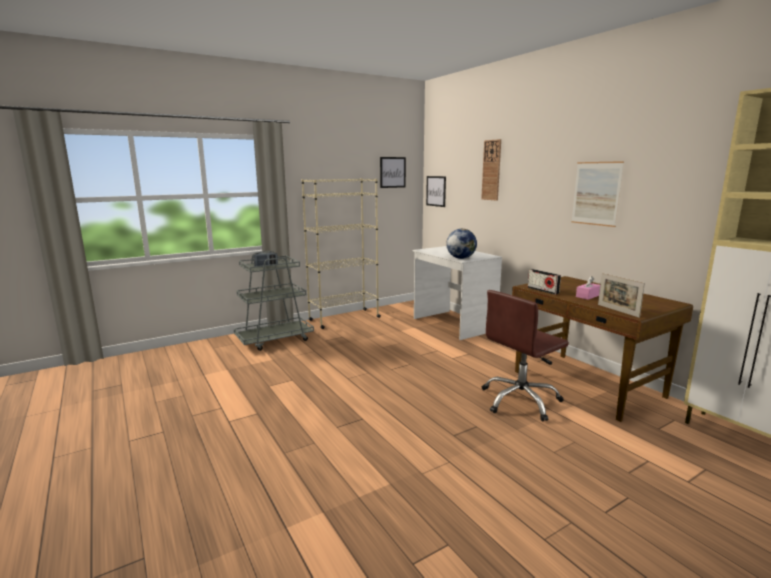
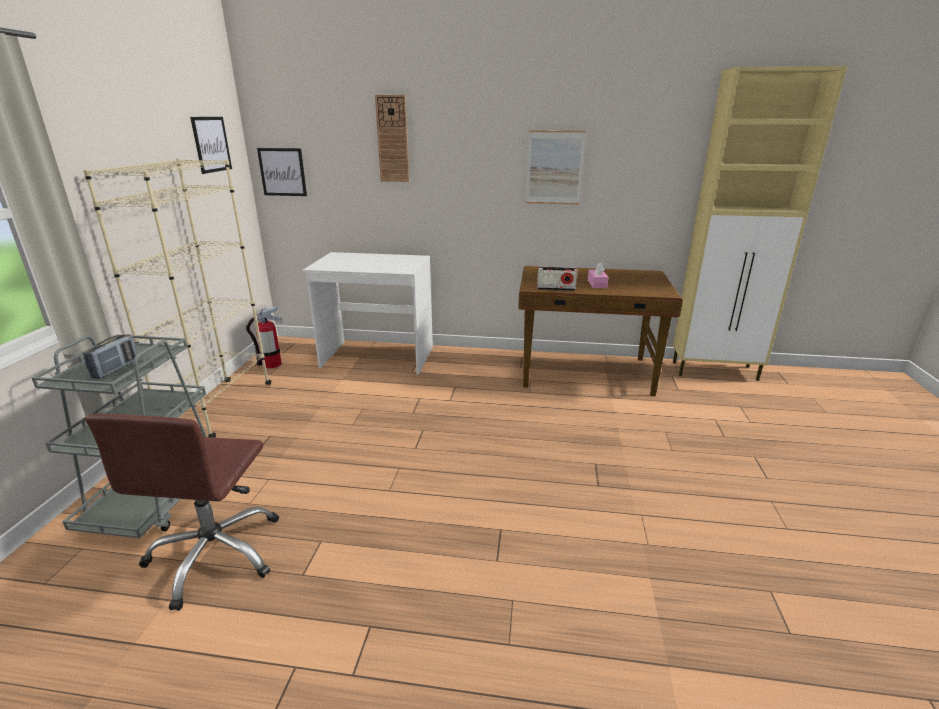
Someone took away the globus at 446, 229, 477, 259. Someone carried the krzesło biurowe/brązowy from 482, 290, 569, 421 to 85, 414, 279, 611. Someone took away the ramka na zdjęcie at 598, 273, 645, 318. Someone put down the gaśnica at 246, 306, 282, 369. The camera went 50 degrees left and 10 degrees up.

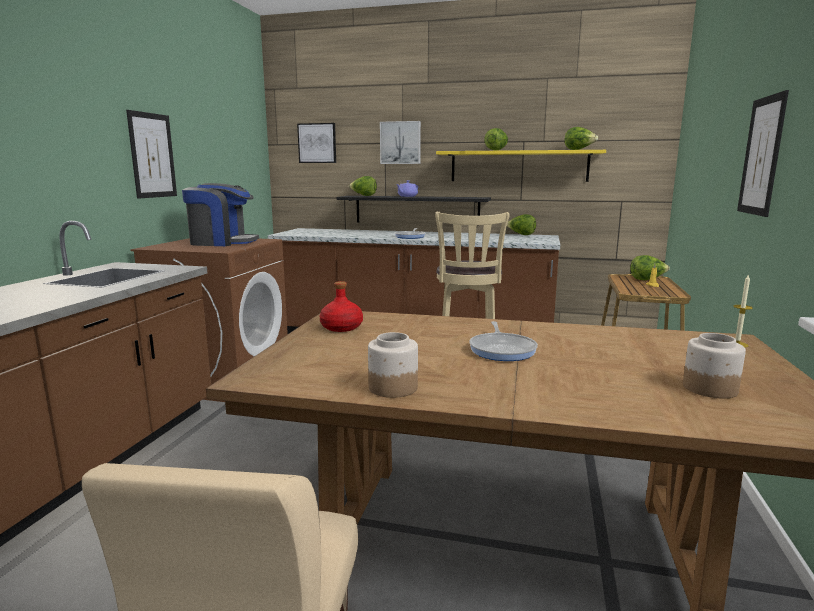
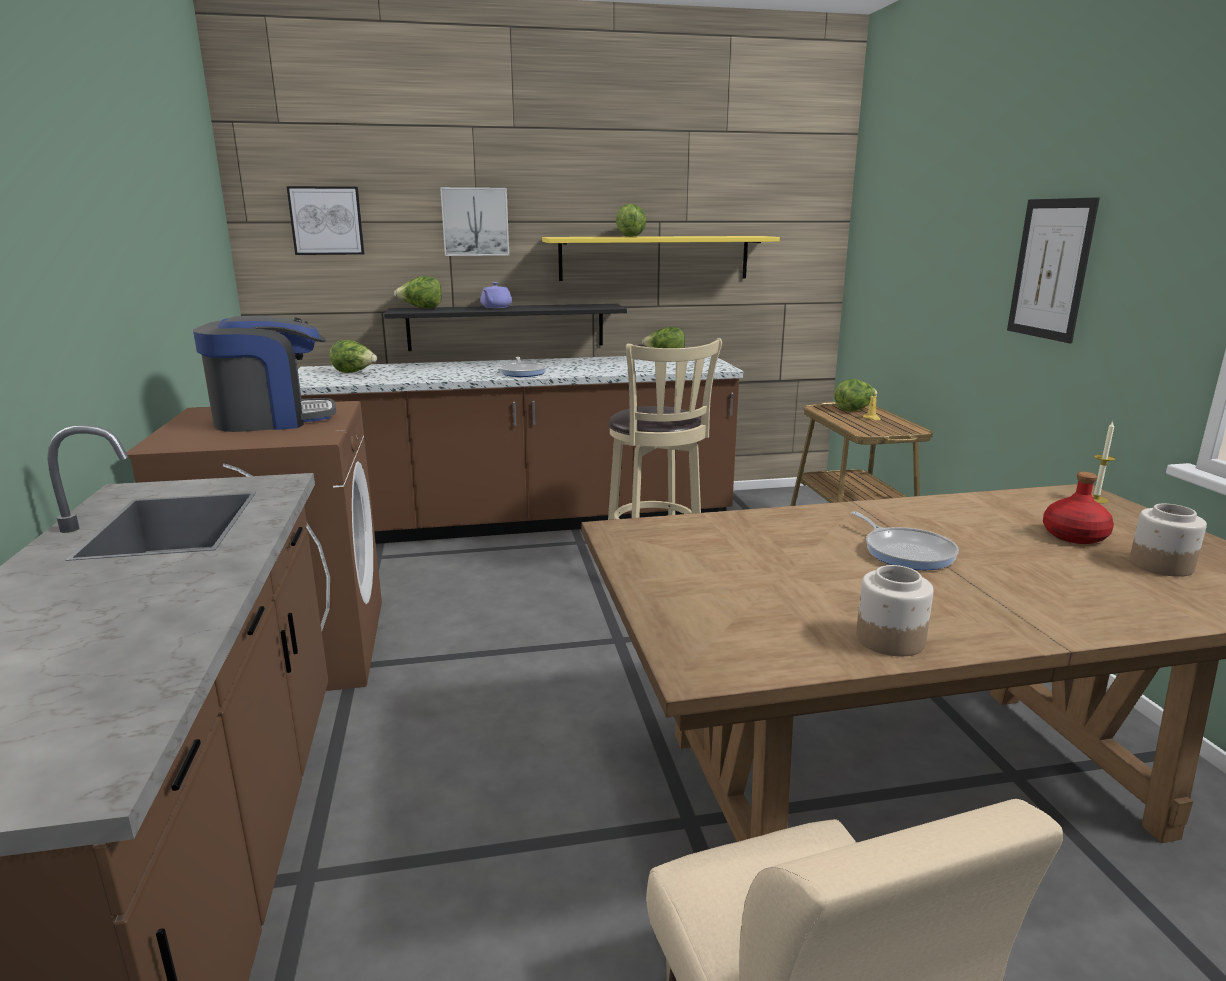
Someone took away the obraz at 126, 110, 177, 199. Someone carried the butelka/czerwony from 320, 281, 363, 332 to 1043, 472, 1114, 544. Someone carried the sałata from 565, 127, 598, 150 to 329, 340, 377, 373. The camera went 25 degrees left and 5 degrees up.

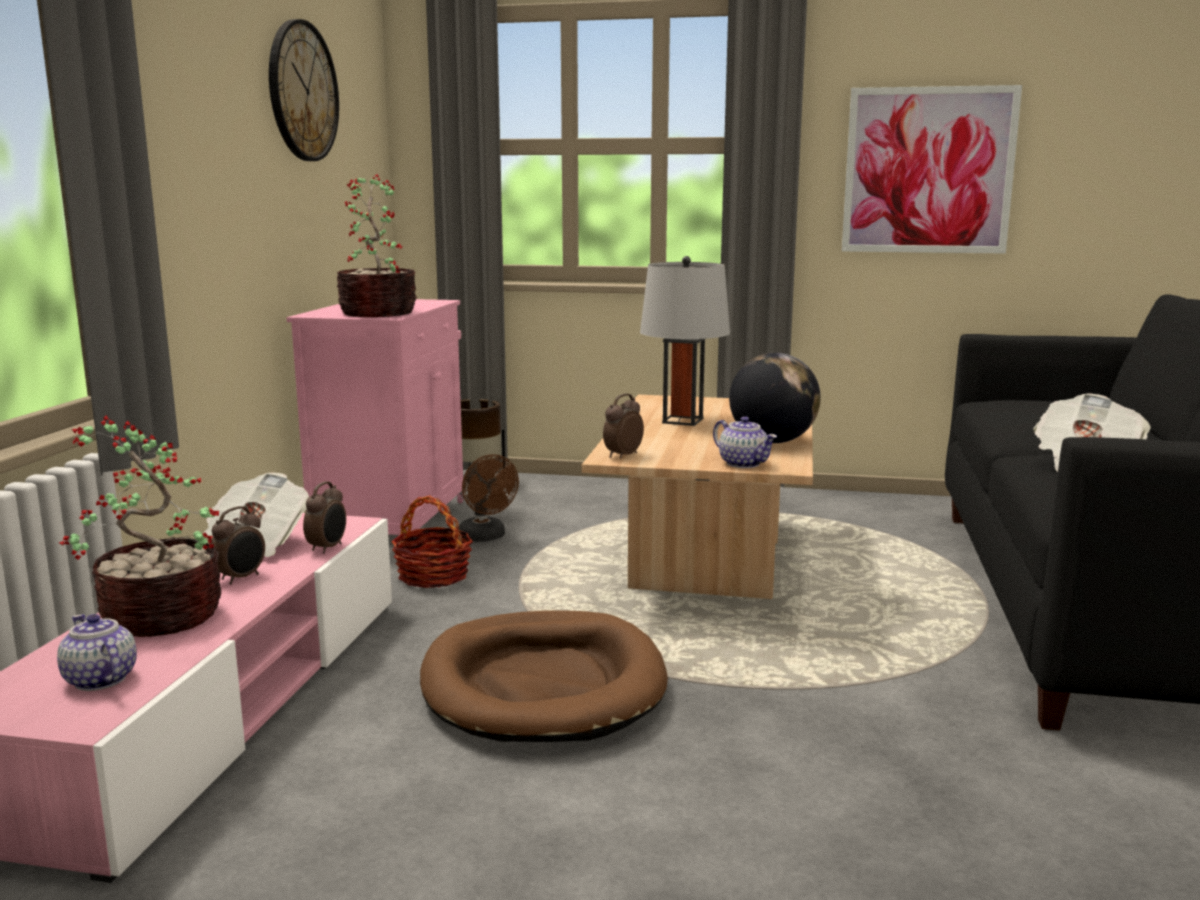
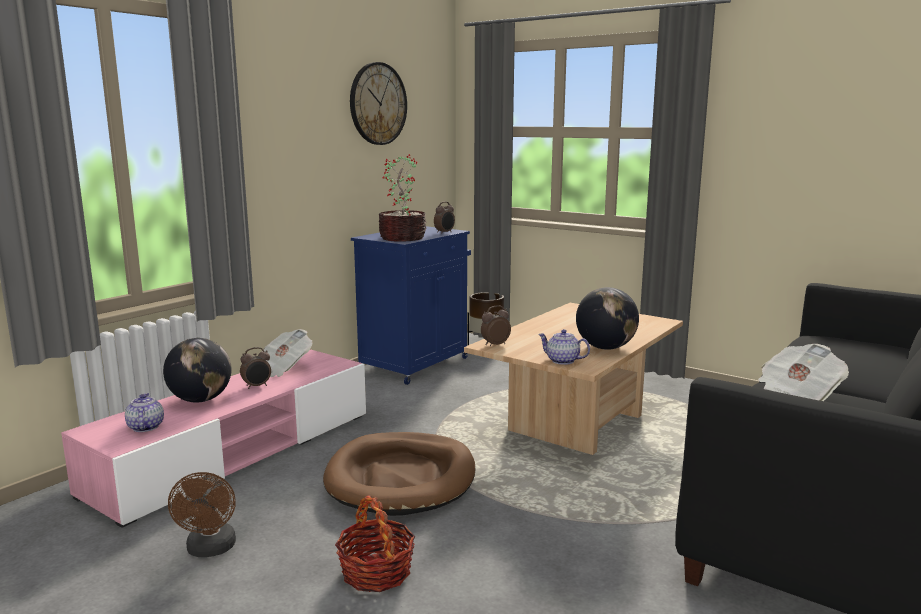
Someone swapped the roślina doniczkowa at 59, 415, 221, 637 for the globus at 163, 338, 231, 403. Someone repainted the szafka/różowy at 286, 299, 464, 535, which became the szafka/niebieski at 351, 226, 471, 385. Someone carried the budzik from 303, 481, 346, 554 to 434, 202, 455, 234. Someone carried the koszyk from 391, 495, 473, 588 to 335, 495, 416, 592. Someone carried the wentylator/brązowy from 459, 454, 519, 542 to 168, 472, 236, 557. Someone took away the lampa stołowa/szary at 640, 256, 730, 426. Someone rotated the imbryk at 713, 416, 777, 468 by 135 degrees clockwise. Someone took away the obraz at 842, 85, 1022, 254. The camera went 25 degrees right and 0 degrees up.

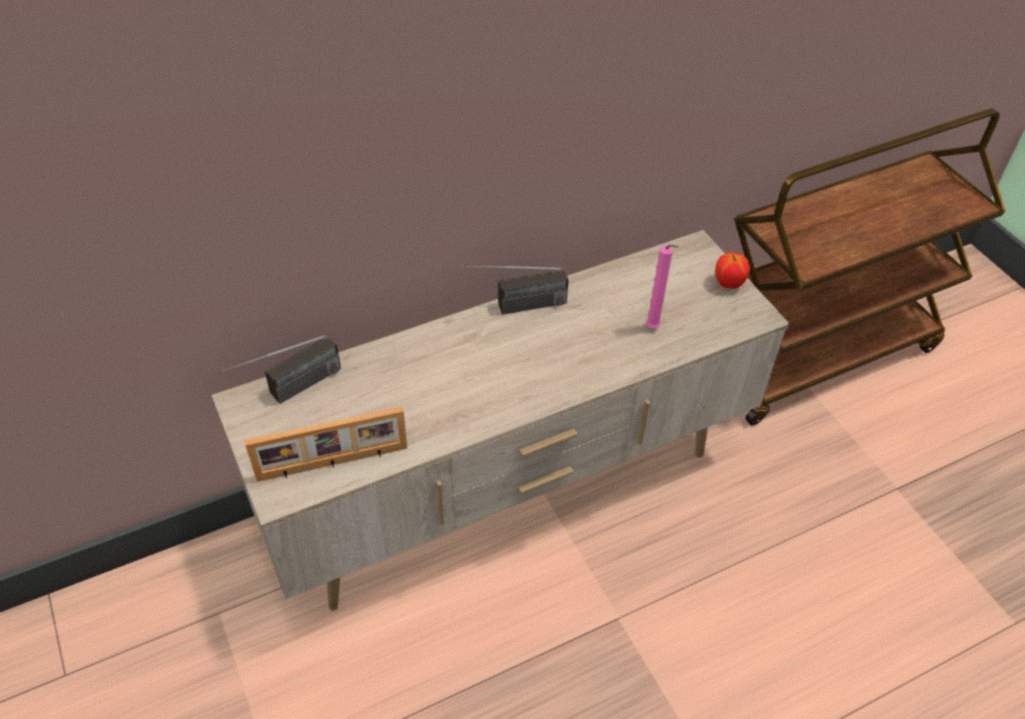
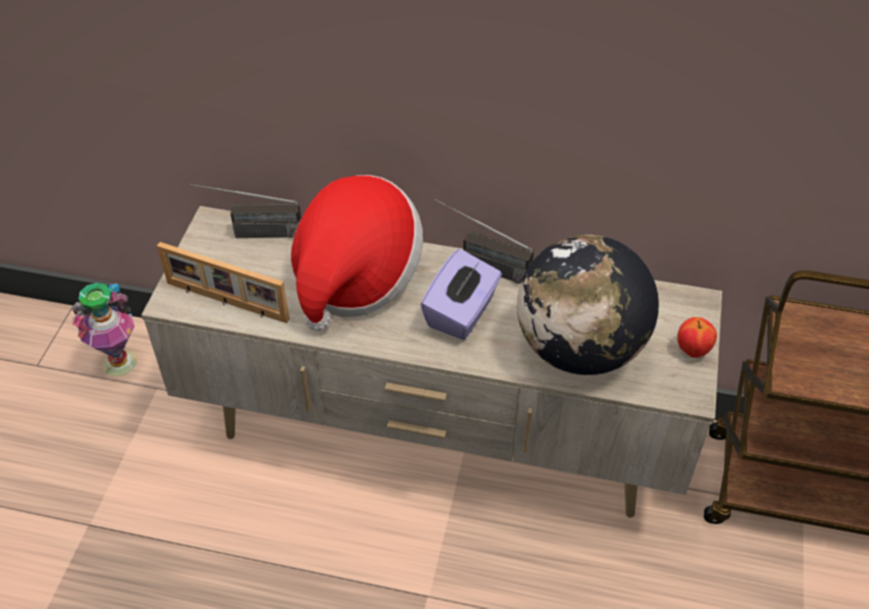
Someone swapped the świeca/różowy at 646, 244, 679, 328 for the globus at 517, 235, 659, 375. Someone put down the wazon at 71, 283, 137, 376. Someone put down the kapelusz at 291, 175, 423, 331. Someone put down the pudełko chusteczek/fioletowy at 421, 249, 502, 340. The camera went 40 degrees right and 0 degrees up.

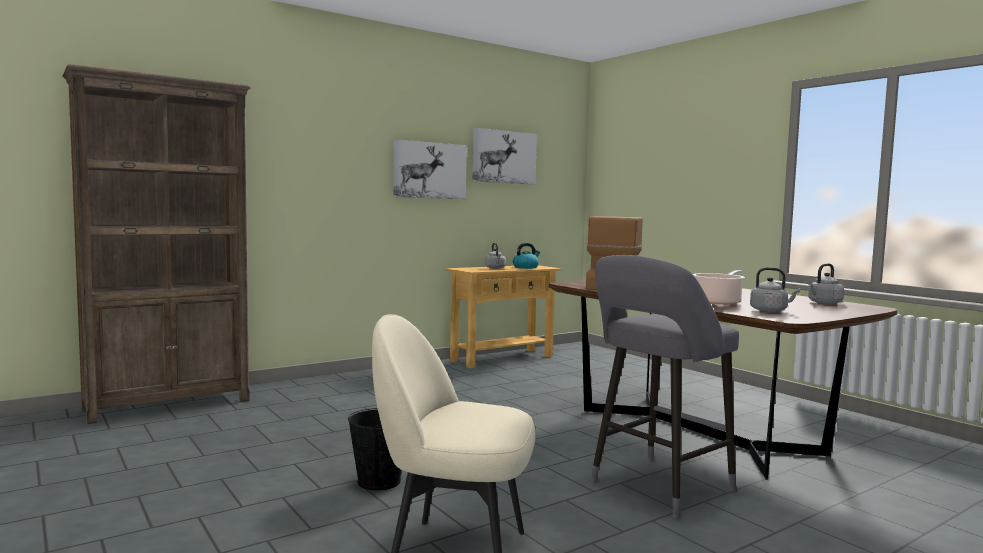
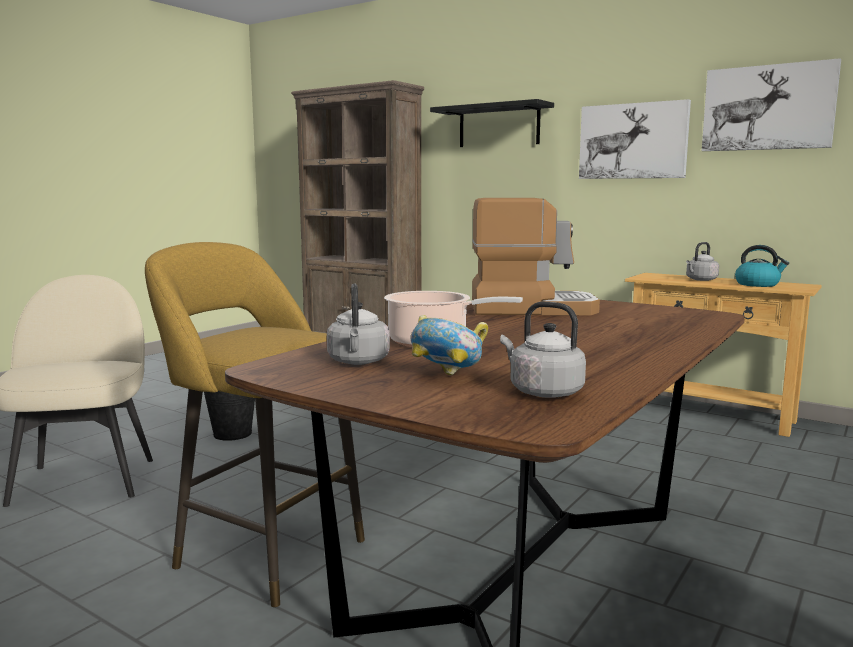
Someone repainted the stołek/szary at 590, 255, 739, 518, which became the stołek/żółty at 145, 242, 365, 607. Someone put down the miska at 410, 315, 488, 375. Someone put up the półka/czarny at 430, 99, 554, 147. The camera went 70 degrees right and 5 degrees up.

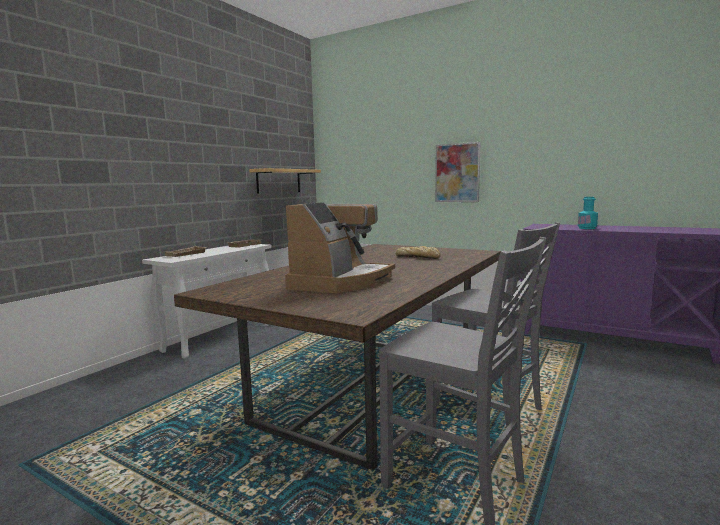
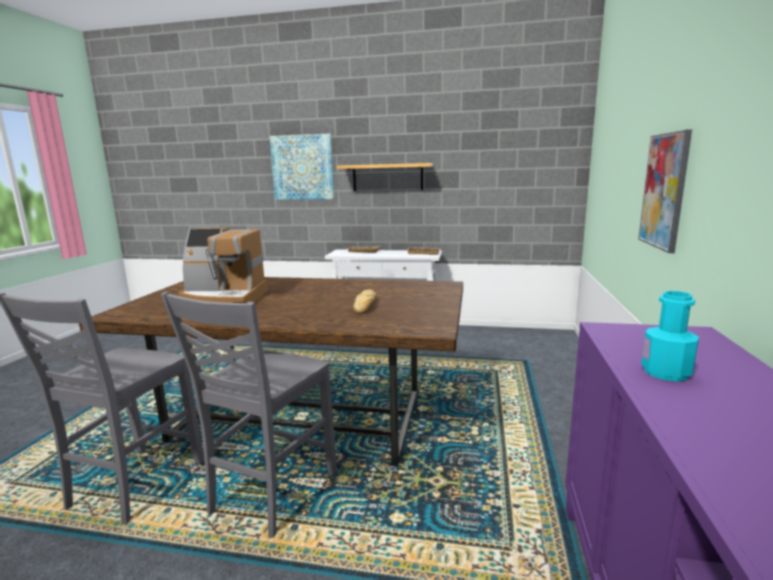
Someone carried the półka from 249, 168, 321, 194 to 337, 163, 433, 191. Someone put up the obraz at 270, 133, 334, 200. The camera went 70 degrees right and 5 degrees up.

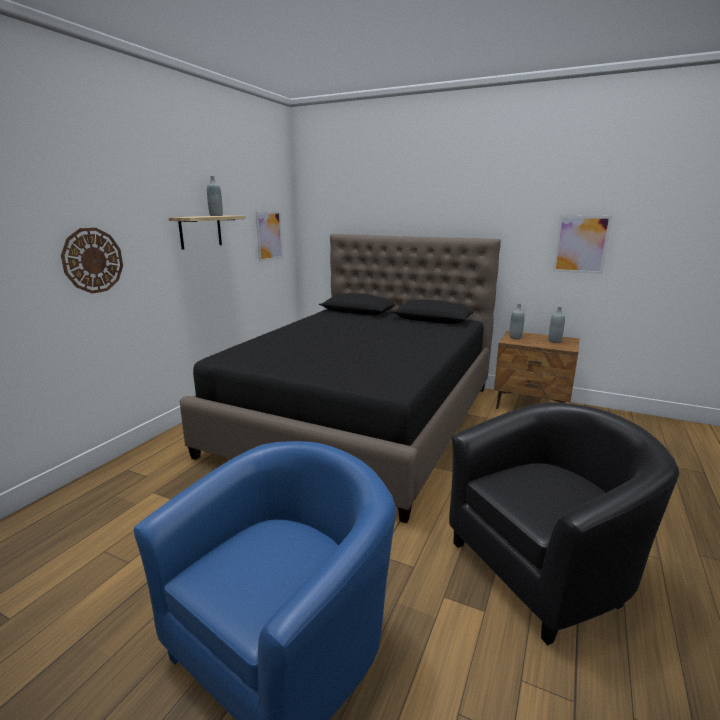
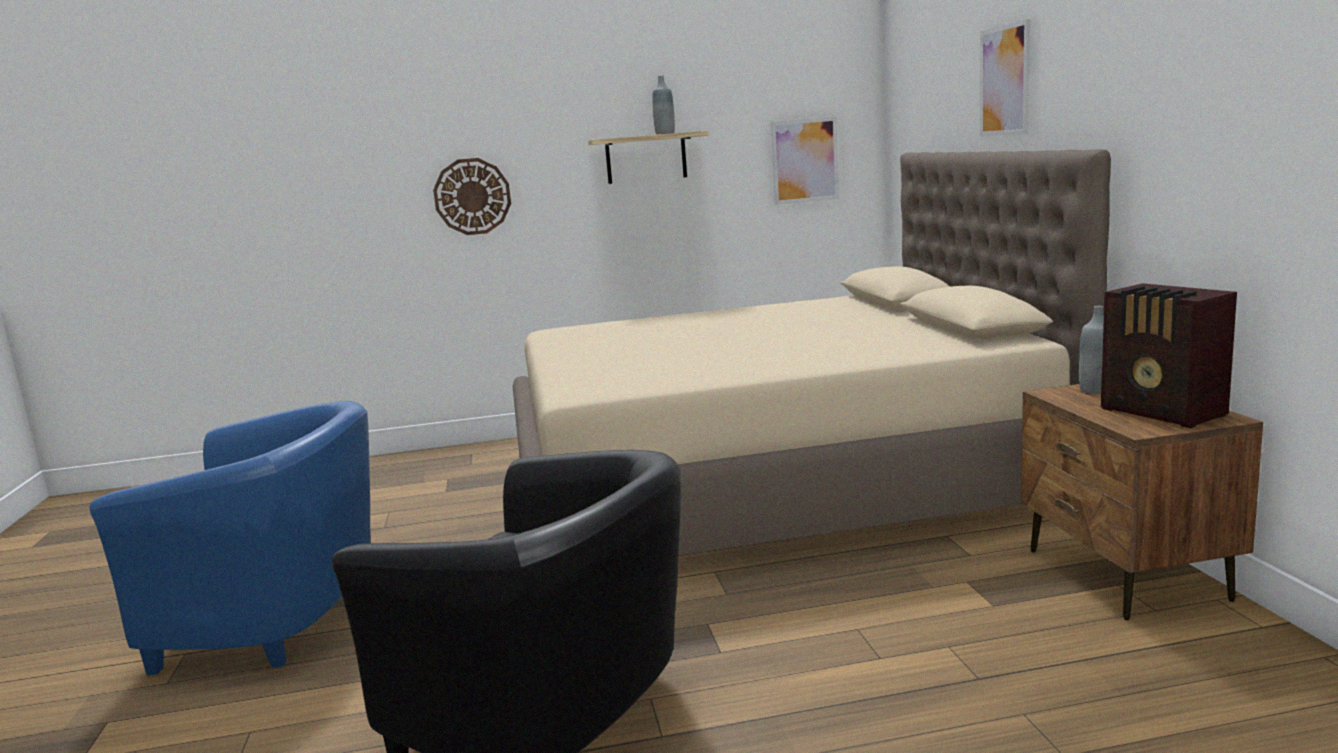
Someone repainted the łóżko/czarny at 180, 234, 501, 523, which became the łóżko/beżowy at 513, 149, 1111, 556. Someone swapped the butelka/szary at 548, 306, 565, 343 for the radio at 1101, 283, 1237, 428. Someone carried the obraz from 553, 215, 612, 274 to 980, 19, 1030, 136. The camera went 55 degrees right and 5 degrees down.

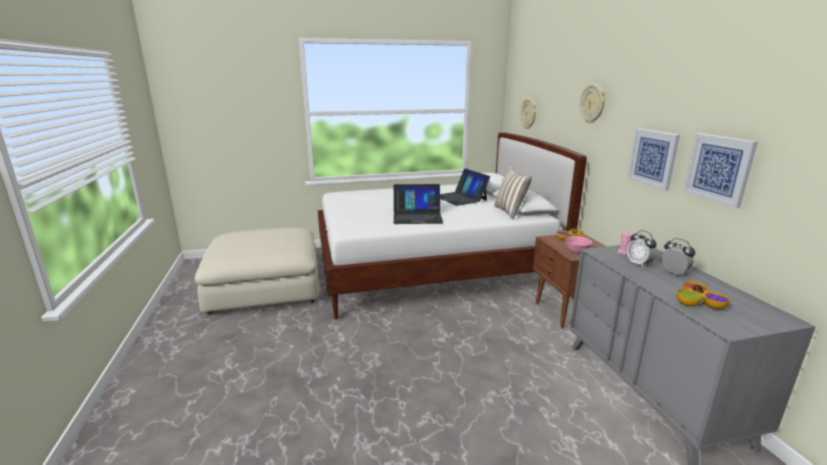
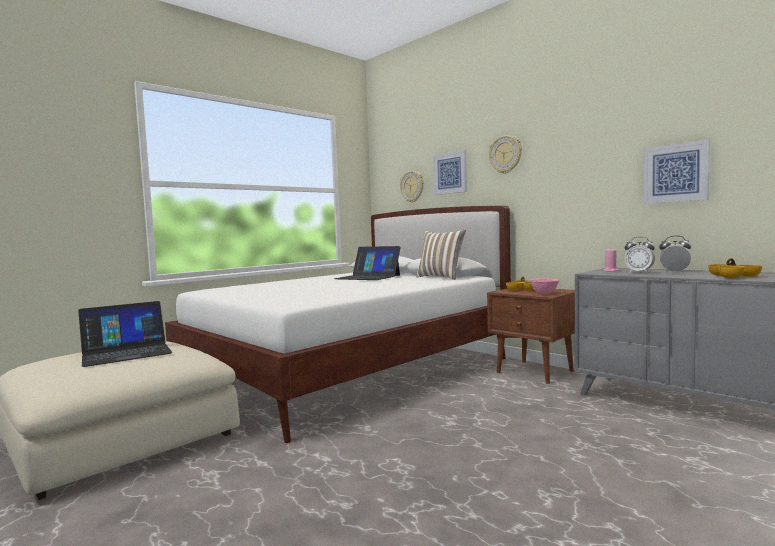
Someone carried the laptop from 394, 184, 443, 224 to 78, 301, 173, 367. Someone carried the obraz from 627, 128, 680, 191 to 433, 150, 467, 195. The camera went 30 degrees left and 15 degrees down.

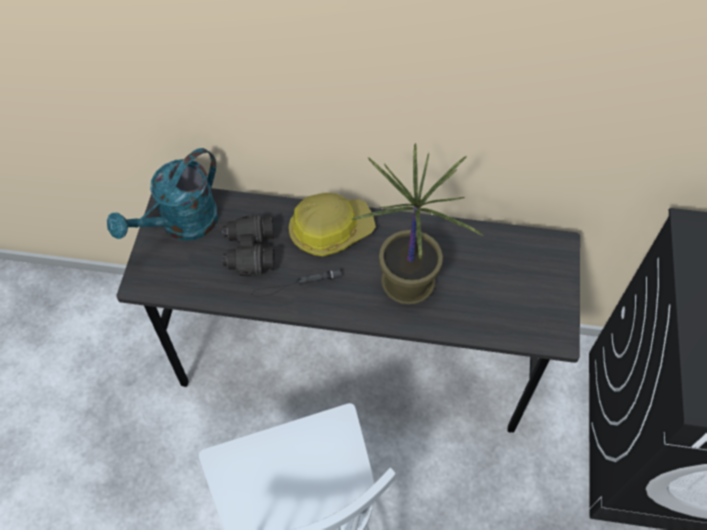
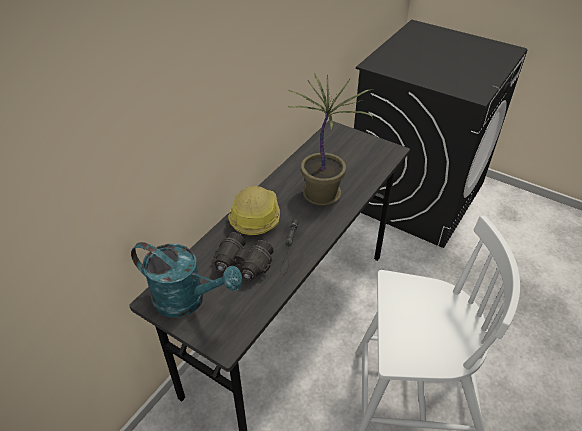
Someone rotated the konewka/turkusowy at 107, 148, 219, 241 by 45 degrees counterclockwise. The camera went 65 degrees left and 15 degrees down.

